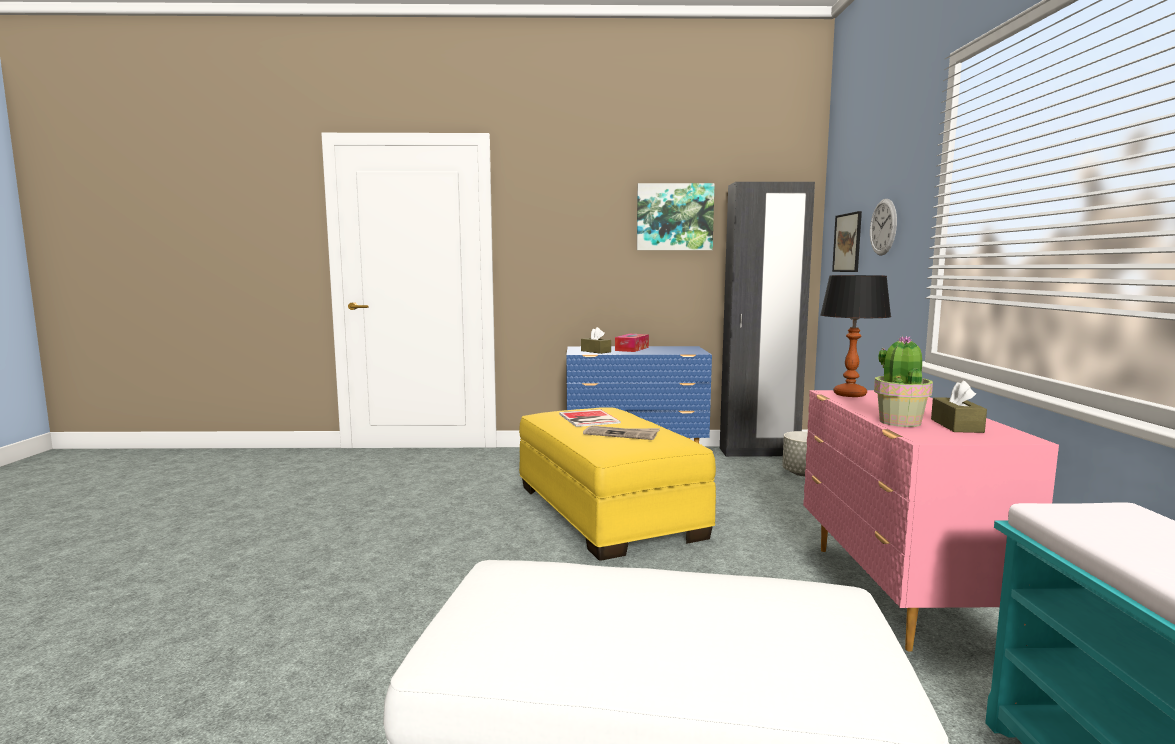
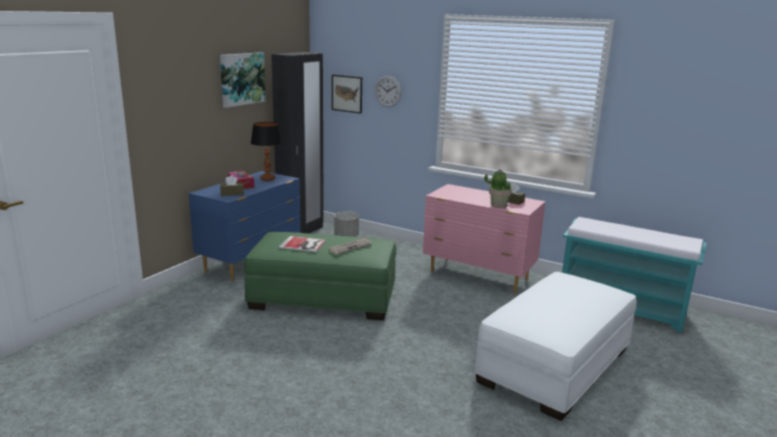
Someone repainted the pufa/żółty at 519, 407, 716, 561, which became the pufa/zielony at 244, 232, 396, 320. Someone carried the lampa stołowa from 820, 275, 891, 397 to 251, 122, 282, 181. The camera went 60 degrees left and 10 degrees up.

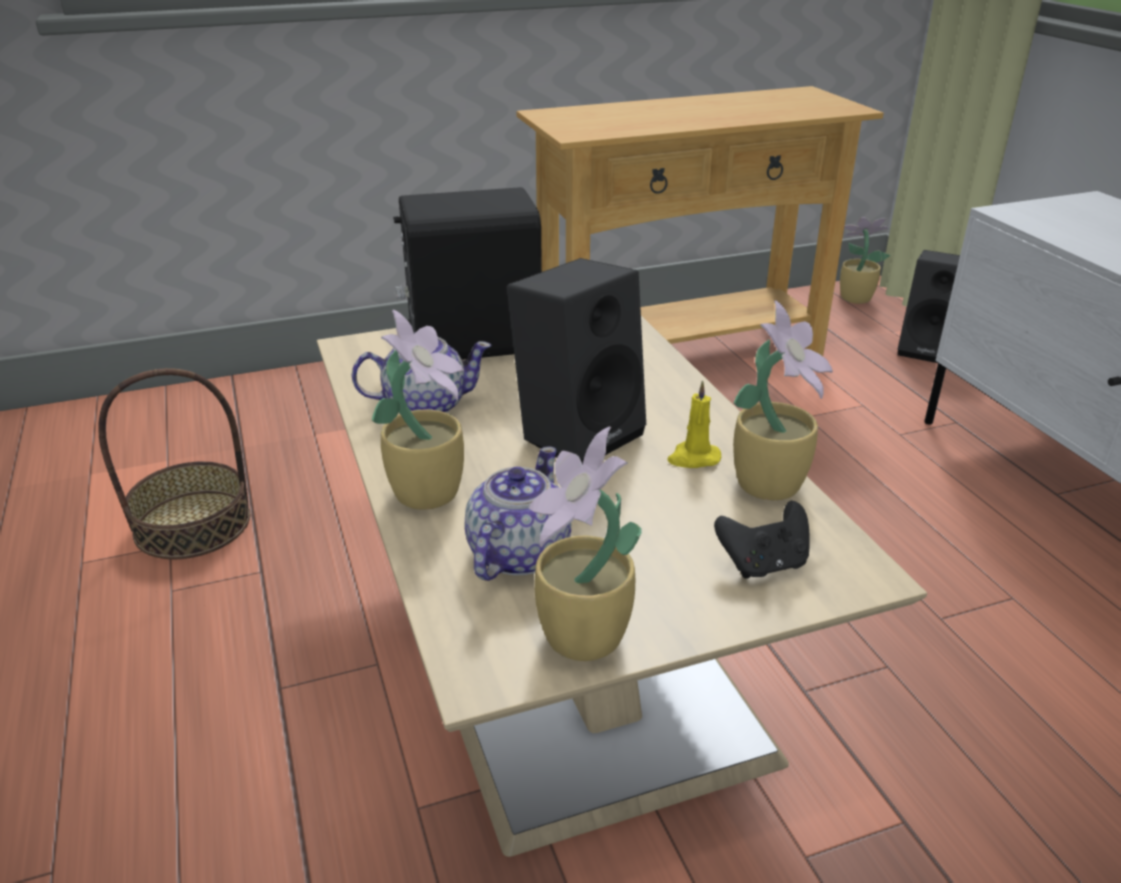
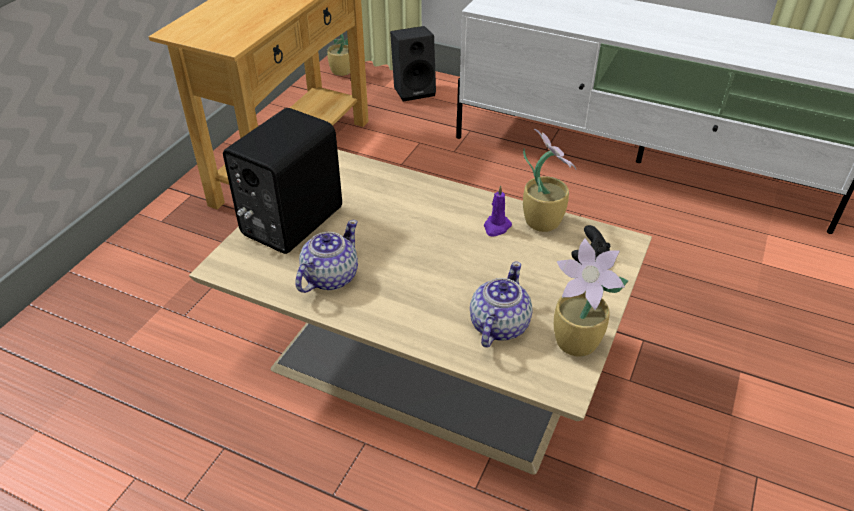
Someone took away the koszyk at 98, 368, 250, 559. Someone took away the roślina doniczkowa at 372, 310, 464, 510. Someone rotated the imbryk at 465, 446, 571, 581 by 45 degrees clockwise. Someone took away the głośnik/czarny at 507, 258, 646, 465. Someone repainted the świeca/żółty at 667, 380, 721, 468, which became the świeca/fioletowy at 484, 185, 512, 237. The camera went 45 degrees left and 10 degrees up.

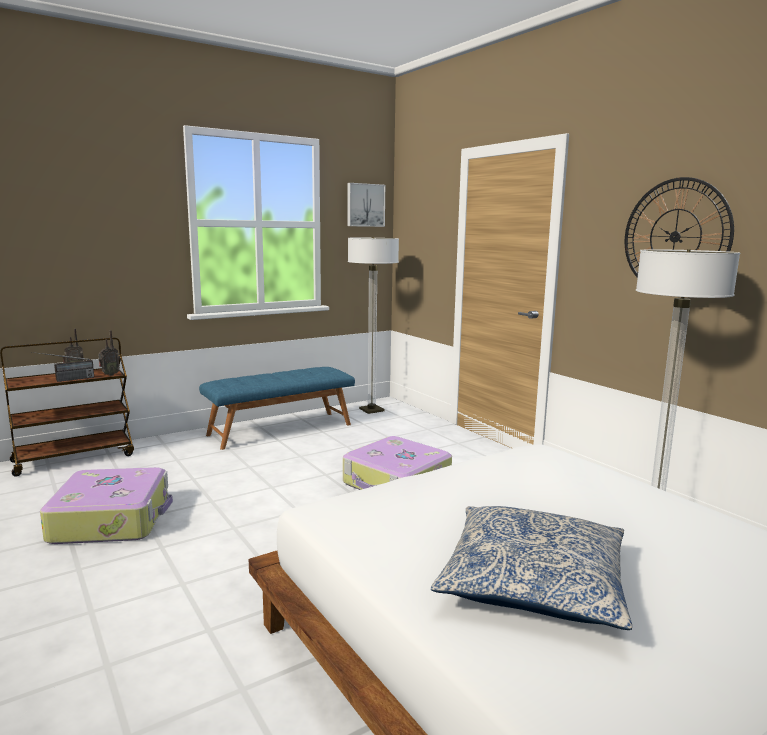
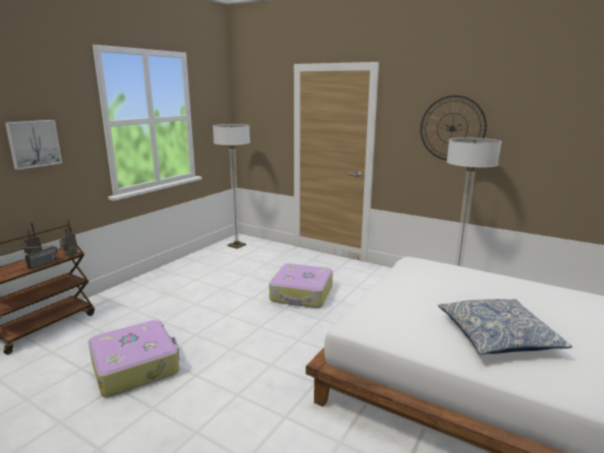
Someone took away the ławka/niebieski at 199, 367, 355, 450. Someone carried the obraz from 347, 183, 385, 227 to 5, 120, 62, 170. The camera went 25 degrees left and 5 degrees up.

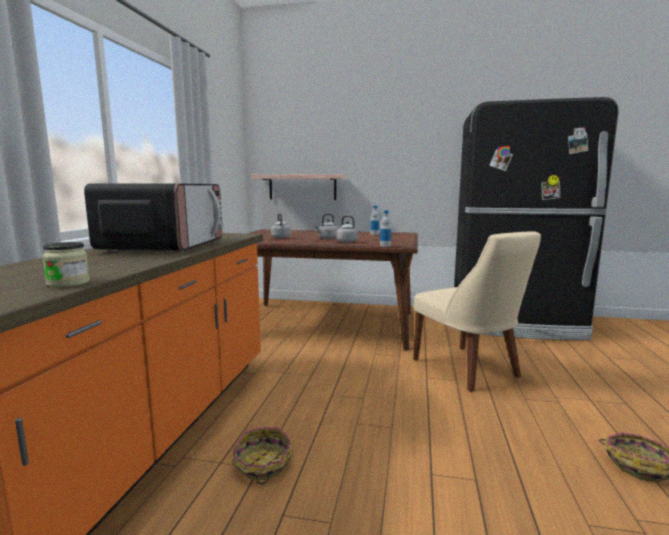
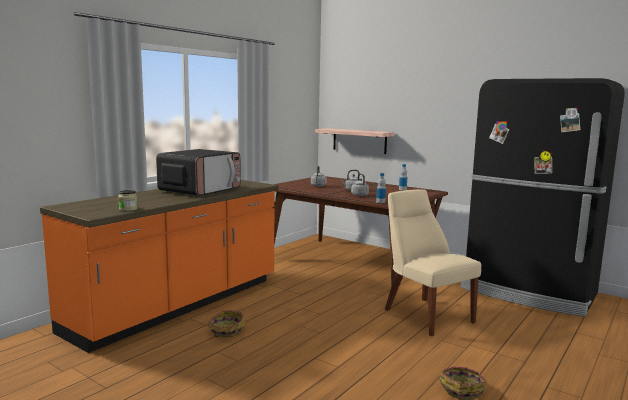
Someone rotated the krzesło/beżowy at 413, 231, 541, 392 by 150 degrees clockwise. The camera went 25 degrees right and 0 degrees up.

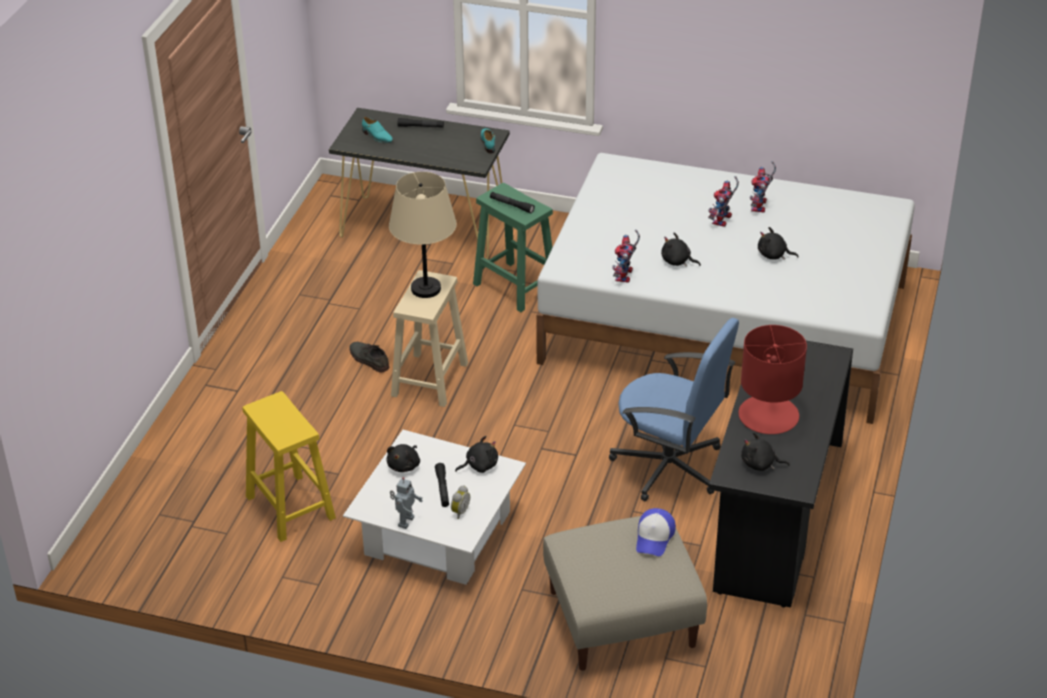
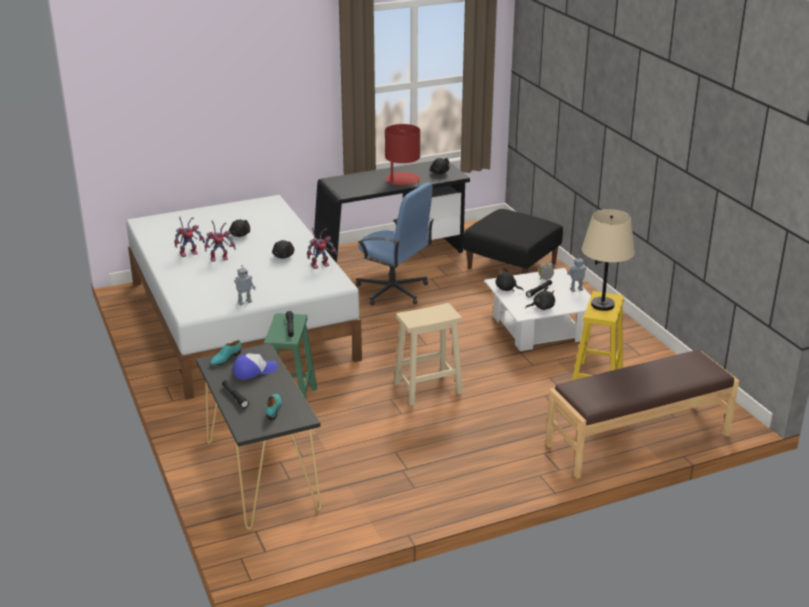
Someone took away the but/szary at 349, 342, 389, 372. Someone carried the lampa stołowa/beżowy from 389, 172, 457, 298 to 582, 209, 635, 311. Someone repainted the pufa/beżowy at 543, 516, 707, 671, which became the pufa/czarny at 463, 209, 563, 274. Someone rotated the krzesło biurowe/niebieski at 609, 318, 739, 501 by 135 degrees clockwise. Someone carried the czapka z daszkiem from 636, 508, 676, 556 to 233, 353, 277, 379. Someone put down the robot zabawkowy at 234, 265, 256, 306. Someone put down the ławka/brązowy at 546, 350, 739, 479. The camera went 130 degrees left and 10 degrees down.

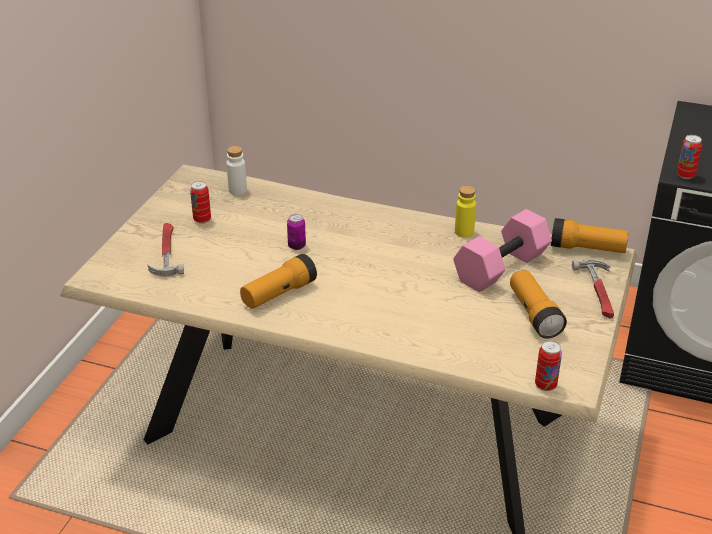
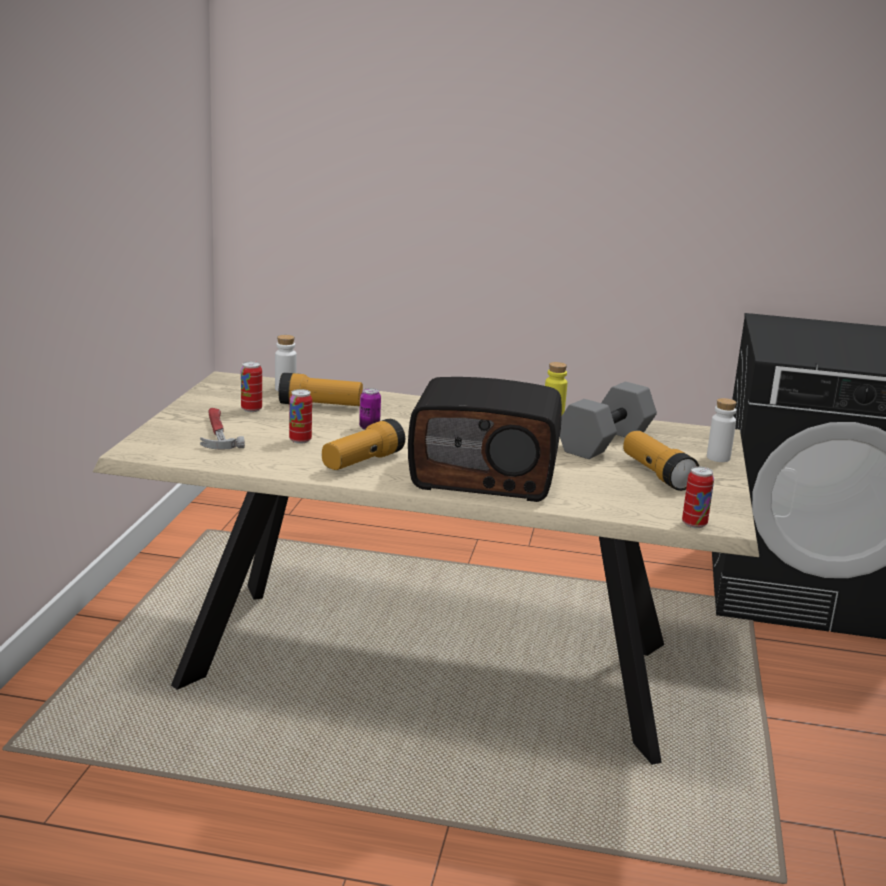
Someone repainted the hantel/różowy at 453, 209, 552, 292, which became the hantel/szary at 560, 382, 657, 459. Someone carried the latarka from 551, 218, 629, 253 to 278, 373, 363, 406. Someone swapped the młotek at 572, 259, 614, 318 for the butelka/biały at 707, 398, 737, 462. Someone carried the puszka from 677, 135, 702, 179 to 289, 389, 312, 444. Someone put down the radio at 408, 377, 562, 502. The camera went 10 degrees left and 15 degrees down.

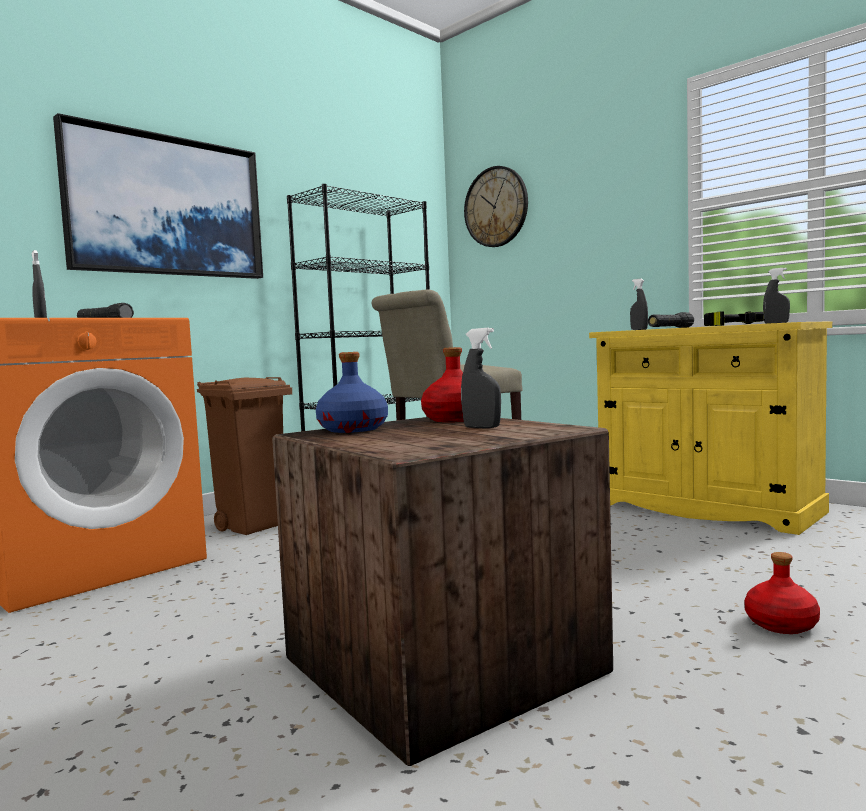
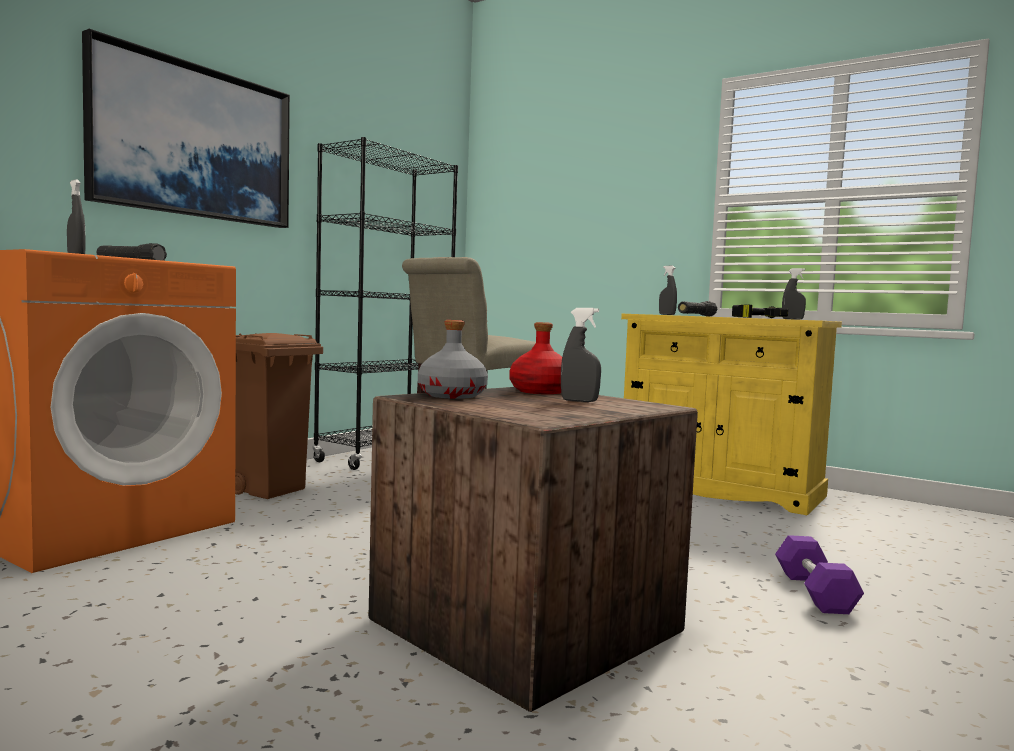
Someone repainted the butelka/niebieski at 316, 352, 388, 433, which became the butelka/szary at 418, 320, 488, 399. Someone took away the zegar ścienny at 464, 166, 528, 247. Someone swapped the butelka/czerwony at 744, 552, 820, 634 for the hantel/fioletowy at 775, 535, 864, 614. The camera went 10 degrees left and 0 degrees up.

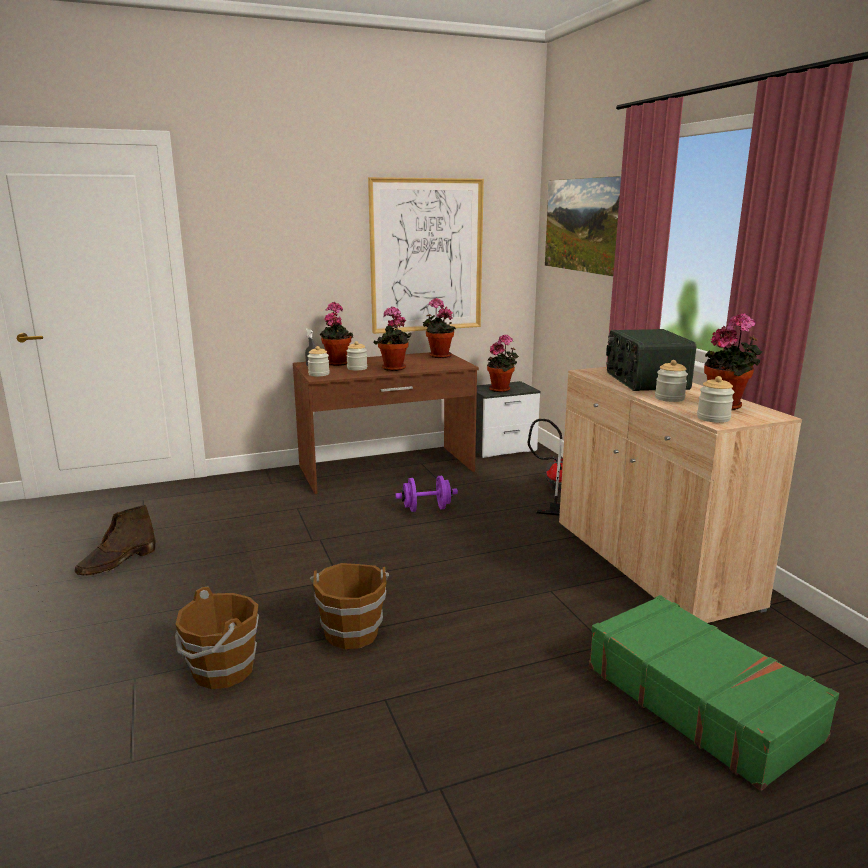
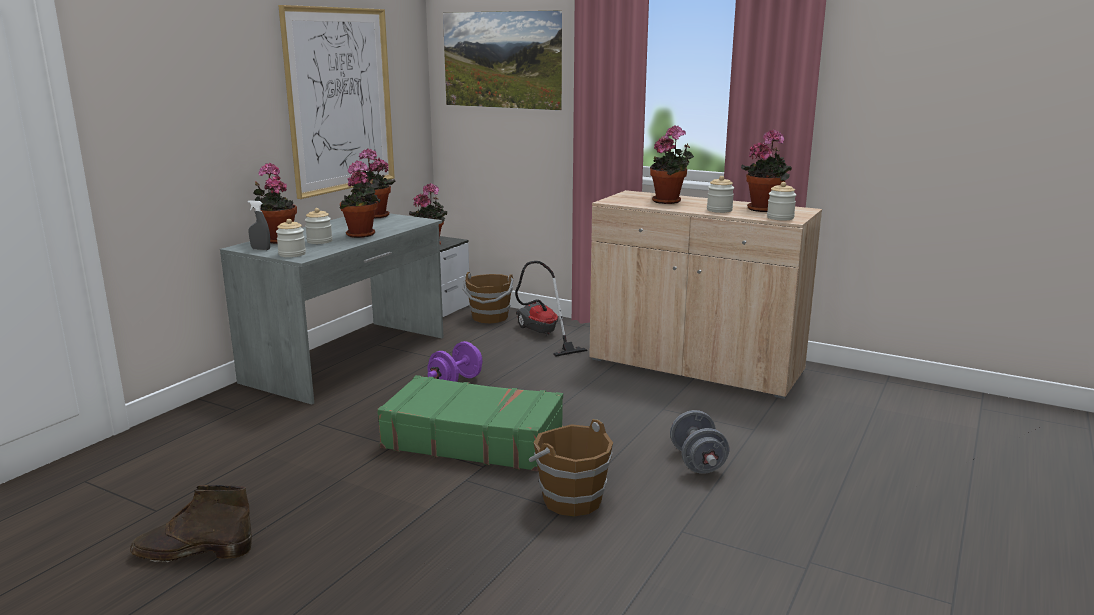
Someone rotated the but z cholewką/brązowy at 75, 505, 155, 576 by 90 degrees clockwise. Someone carried the wiadro/brązowy from 175, 586, 259, 689 to 462, 272, 514, 323. Someone repainted the biurko/brązowy at 293, 352, 479, 494, which became the biurko/szary at 220, 213, 444, 405. Someone carried the walizka/zielony from 589, 595, 839, 791 to 377, 375, 563, 472. Someone swapped the radio at 606, 329, 696, 391 for the roślina doniczkowa at 650, 125, 694, 204. Someone put down the hantel/szary at 670, 410, 729, 474. The camera went 40 degrees left and 0 degrees up.

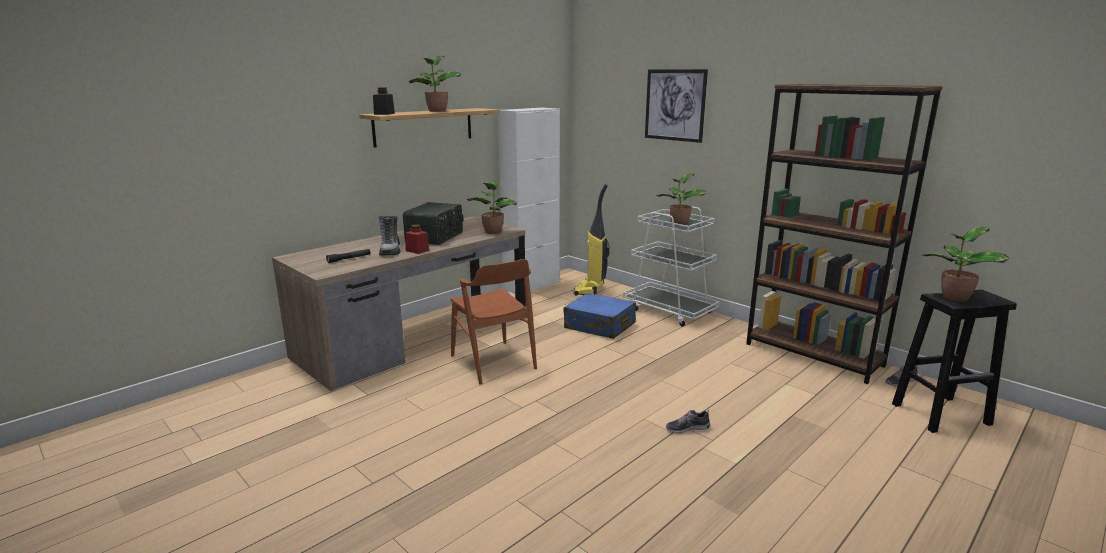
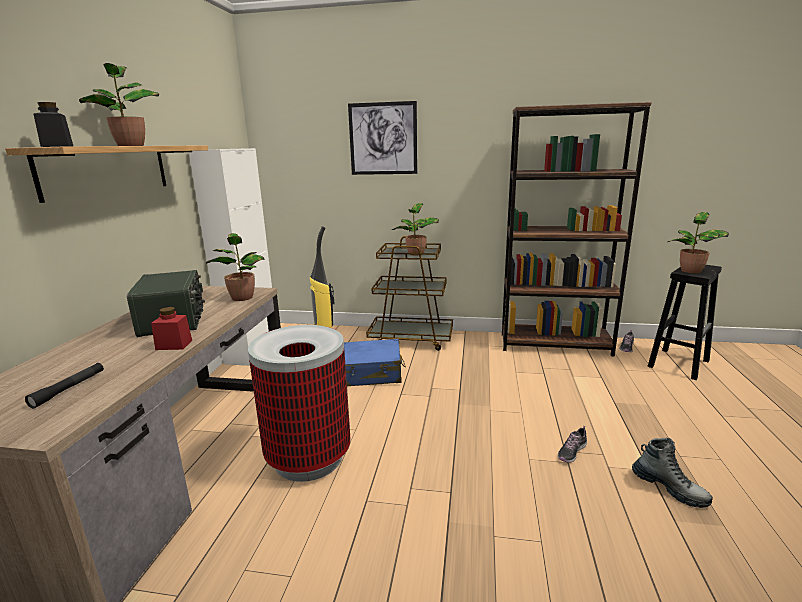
Someone carried the but z cholewką from 379, 215, 400, 256 to 632, 438, 713, 508. Someone swapped the krzesło/brązowy at 451, 259, 537, 385 for the kosz na śmieci at 248, 325, 350, 482. Someone repainted the wózek/biały at 623, 206, 719, 326, which became the wózek/brązowy at 366, 236, 453, 351. The camera went 35 degrees left and 0 degrees up.

